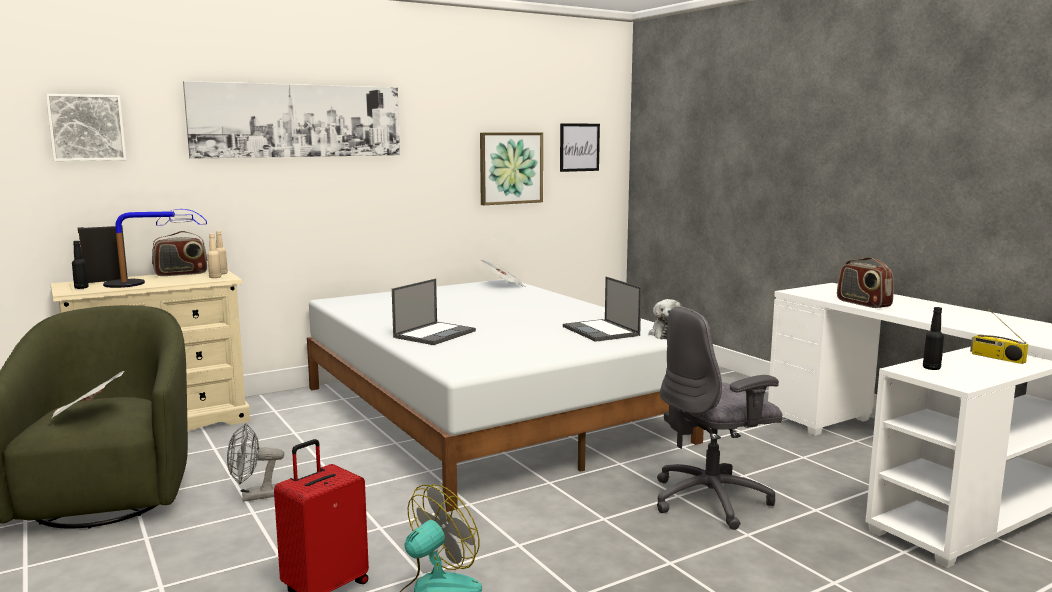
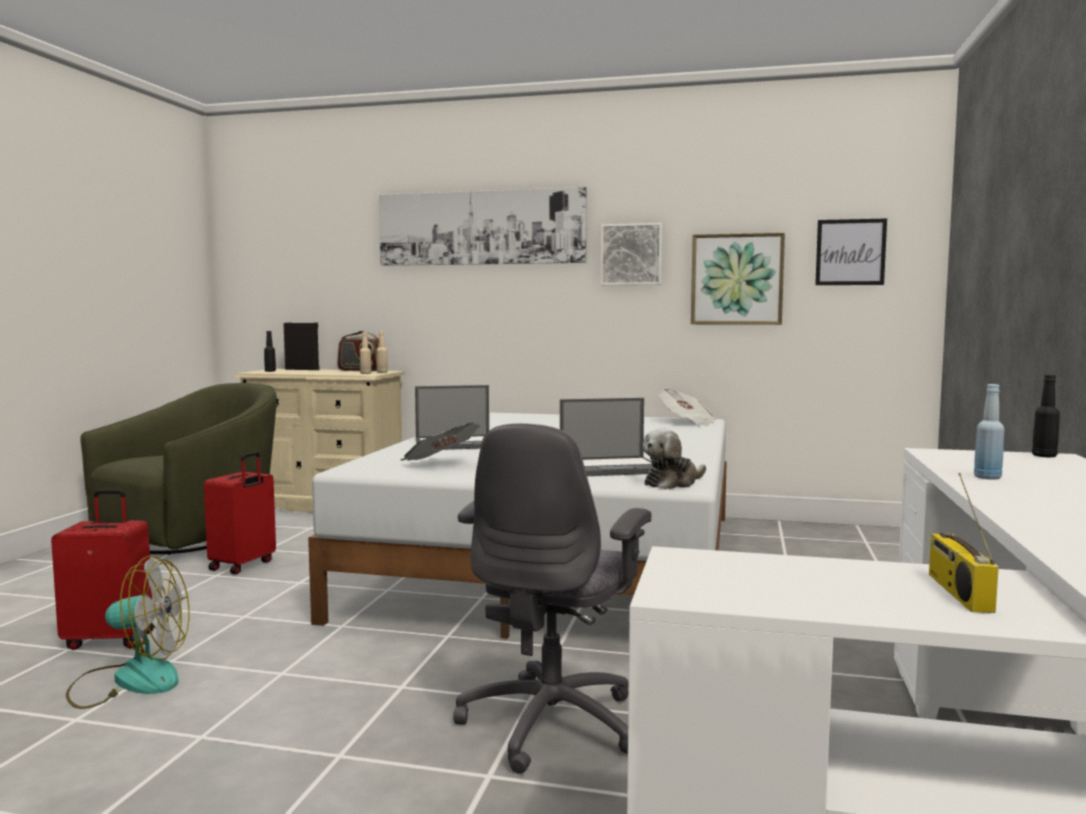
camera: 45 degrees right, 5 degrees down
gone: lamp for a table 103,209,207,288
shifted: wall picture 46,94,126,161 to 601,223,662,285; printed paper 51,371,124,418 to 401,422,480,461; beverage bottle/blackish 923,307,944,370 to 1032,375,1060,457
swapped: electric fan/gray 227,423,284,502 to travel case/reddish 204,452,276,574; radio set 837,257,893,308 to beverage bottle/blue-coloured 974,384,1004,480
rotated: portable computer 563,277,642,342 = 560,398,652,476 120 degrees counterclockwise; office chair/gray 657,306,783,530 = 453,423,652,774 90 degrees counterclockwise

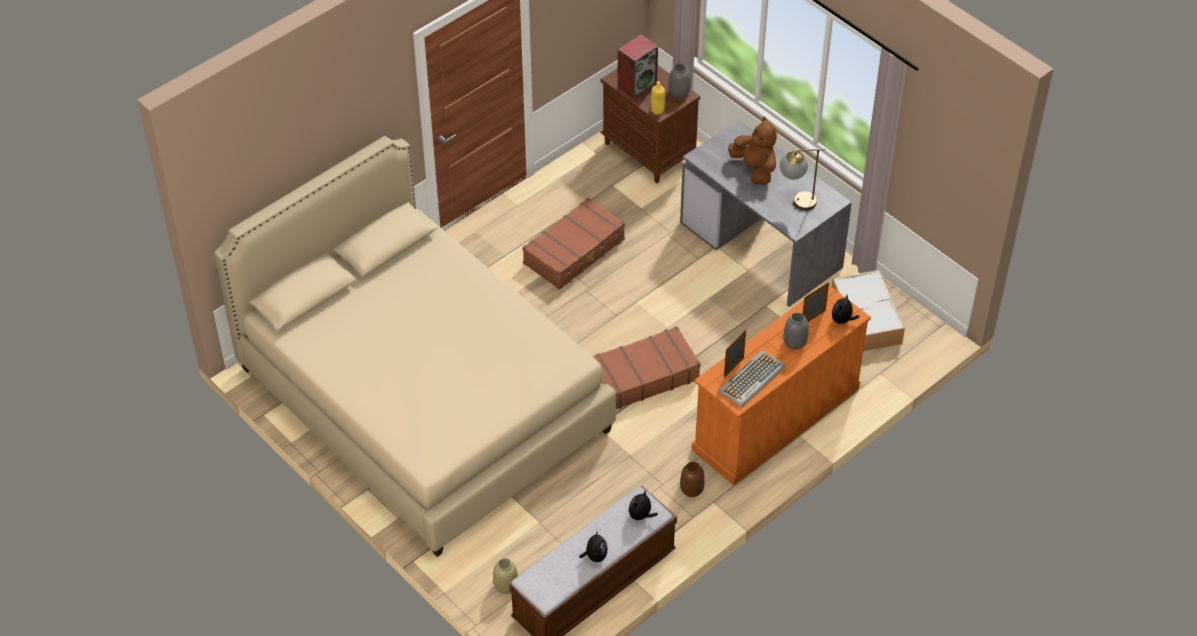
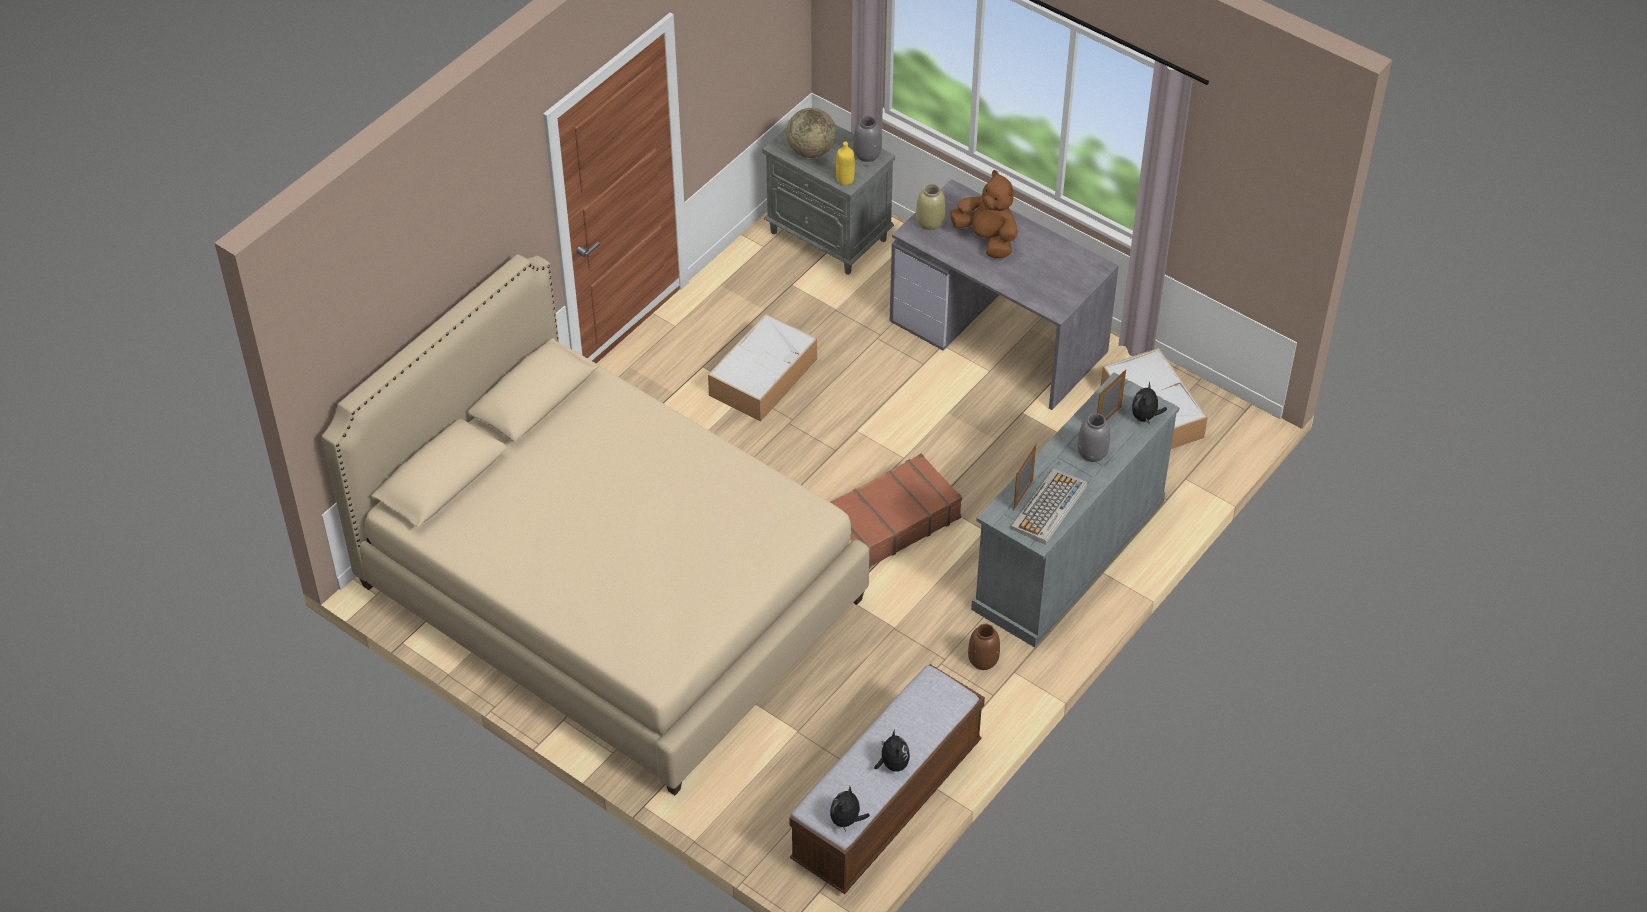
camera: 10 degrees left, 0 degrees up
gone: lamp for a table 780,148,825,210
shifted: decorative vase/beige 493,558,518,594 to 916,184,945,230; soft toy 629,491,658,520 to 830,786,870,831
swapped: travel case/brownish 523,198,625,290 to storage box 708,313,817,422; speaker 617,35,658,99 to desk globe 787,108,836,158
repainted: bedside table/brownish 600,65,700,183 to bedside table/gray 762,124,895,275; drawer chest/orange-coloured 692,285,871,486 to drawer chest/gray 971,372,1180,648

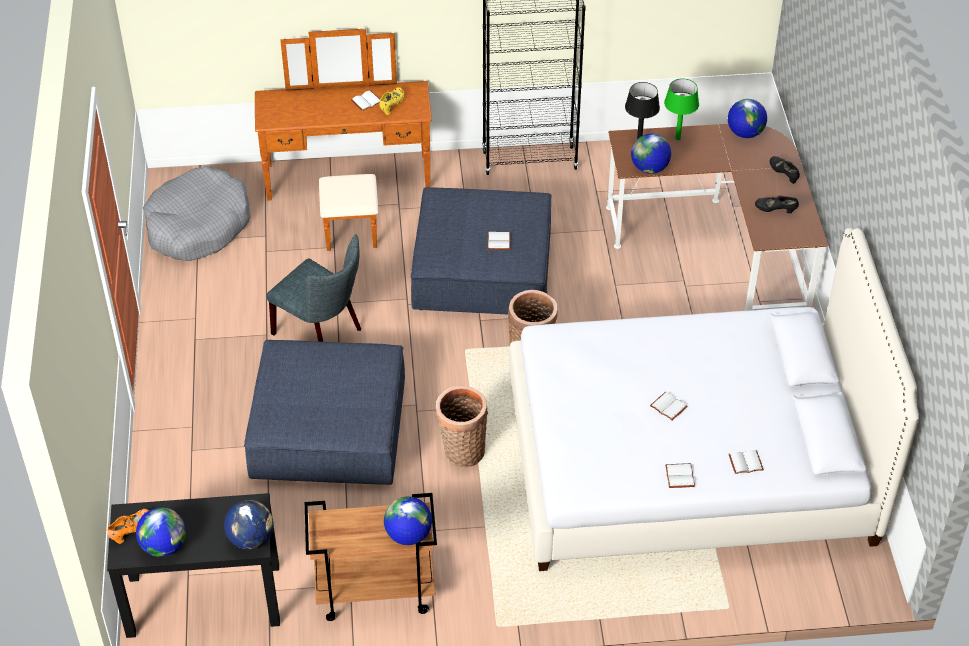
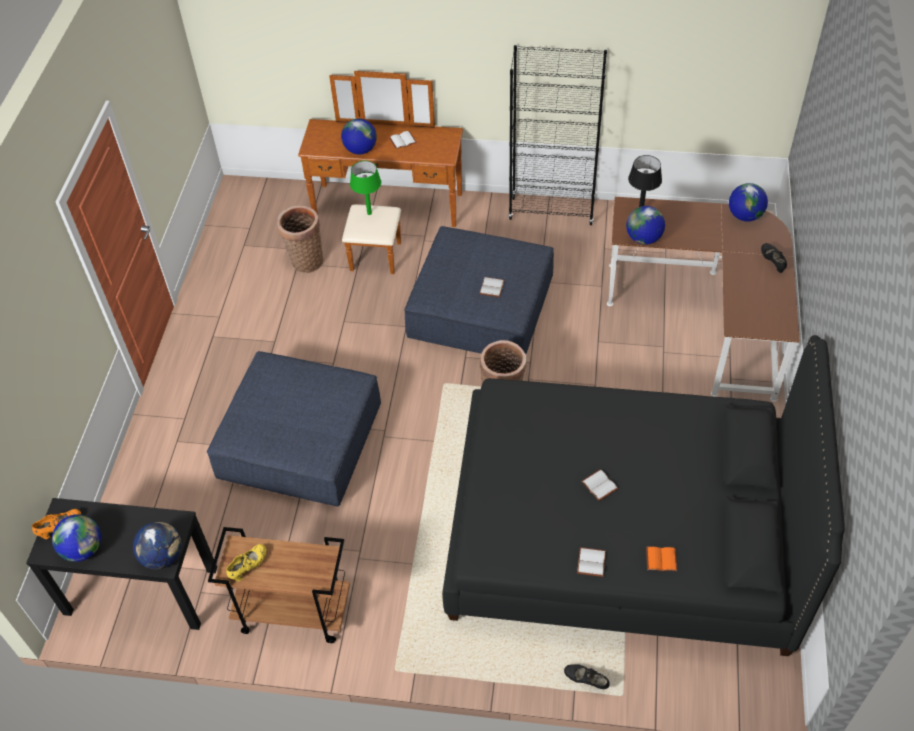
camera: 15 degrees right, 5 degrees up
gone: dog cushion/gray 143,166,251,261; chair/gray 266,234,361,342
shifted: shoe/yellowish 379,87,404,115 to 226,544,266,581; desk globe 384,497,432,545 to 341,118,377,155; household basket 436,386,488,467 to 277,205,323,273; lamp for a table/greenish 664,78,699,140 to 350,161,381,215; shoe/blackish 755,195,799,213 to 564,664,610,689
repainted: bedroom bed/whitish 509,228,919,571 to bedroom bed/blackish 442,335,844,656; volume/whitish 729,450,764,474 to volume/orange-coloured 646,547,677,571

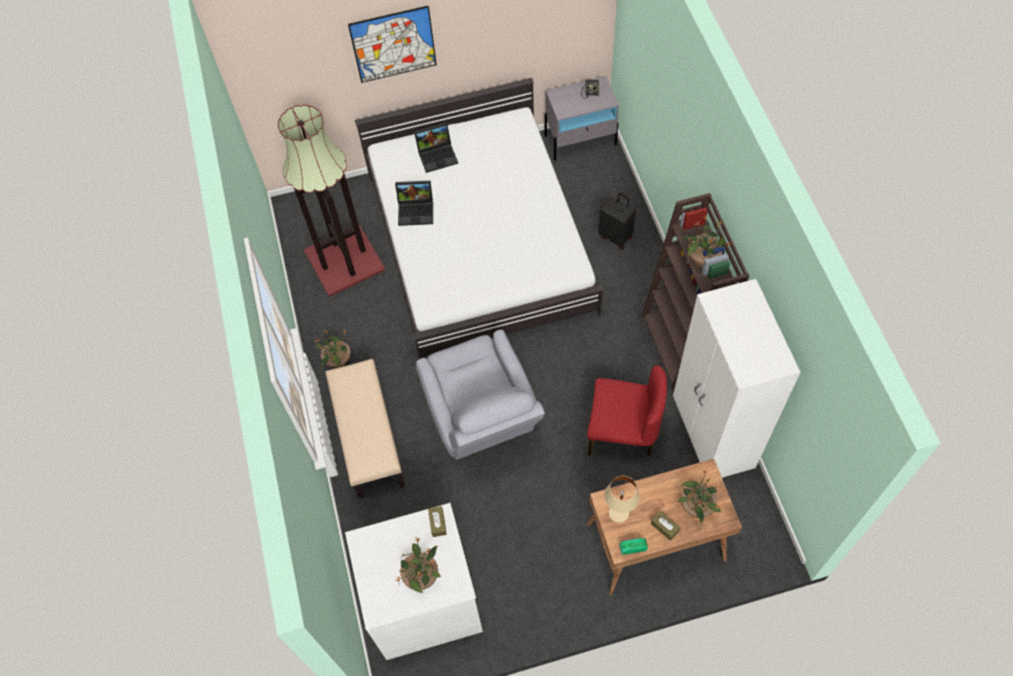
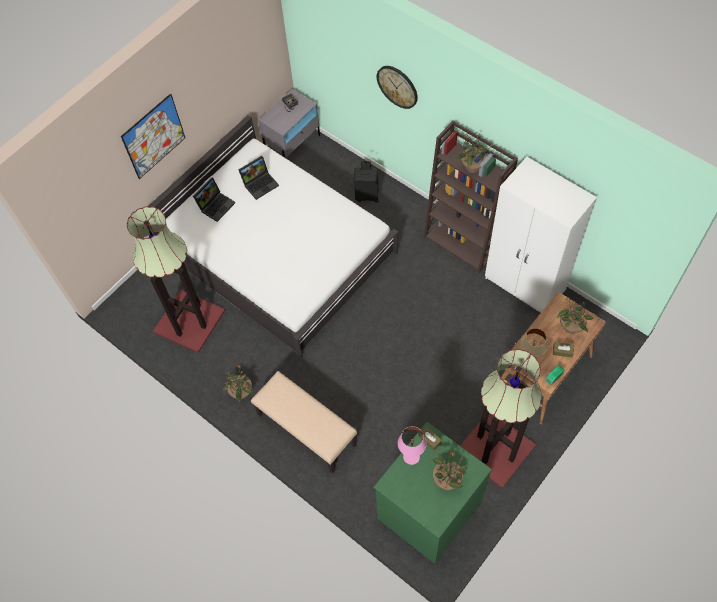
camera: 35 degrees left, 0 degrees up
gone: armchair/gray 416,330,545,460; chair/reddish 587,365,667,456
new: clock on the wall 377,66,418,109; lamp for a table/pinkish 398,426,427,465; floor lamp 461,349,542,488
shifted: portable computer 395,181,433,226 to 239,156,279,200
repainted: drawer chest/whitish 345,503,483,660 to drawer chest/greenish 374,422,492,564

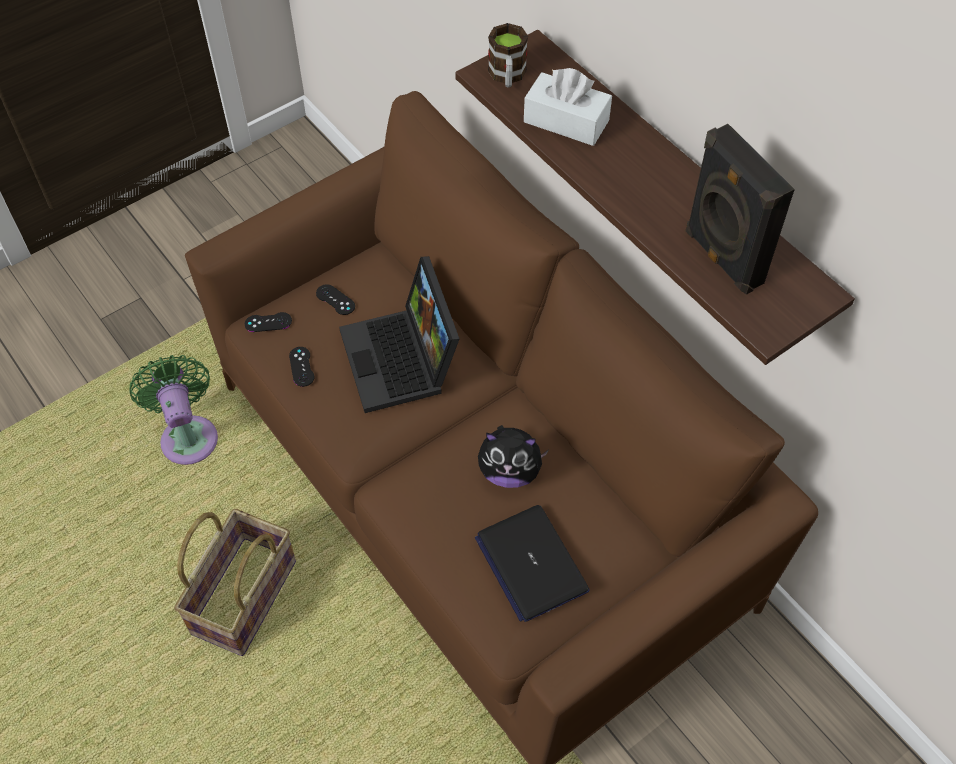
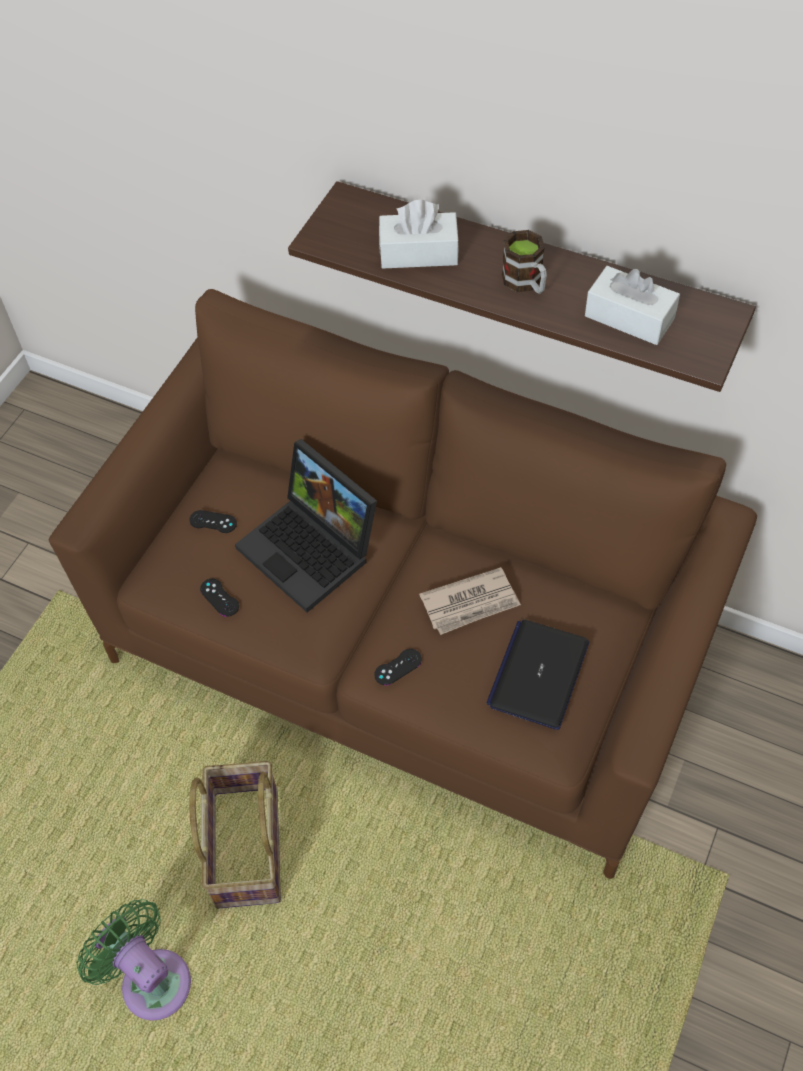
camera: 25 degrees left, 0 degrees up
shifted: electric fan/greenish 129,355,218,465 to 77,899,191,1021; joypad/blackish 245,312,292,332 to 374,649,422,685; tea mug 488,23,528,88 to 502,230,547,294
swapped: soft toy 478,425,549,488 to printed paper 419,567,521,635; speaker/blackish 686,124,795,295 to tissue box/whitish 585,266,680,345
rotated: portable computer 475,505,590,622 = 486,620,589,730 75 degrees clockwise

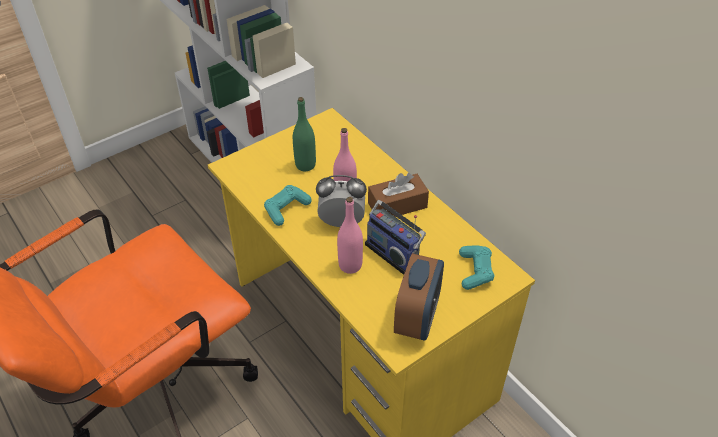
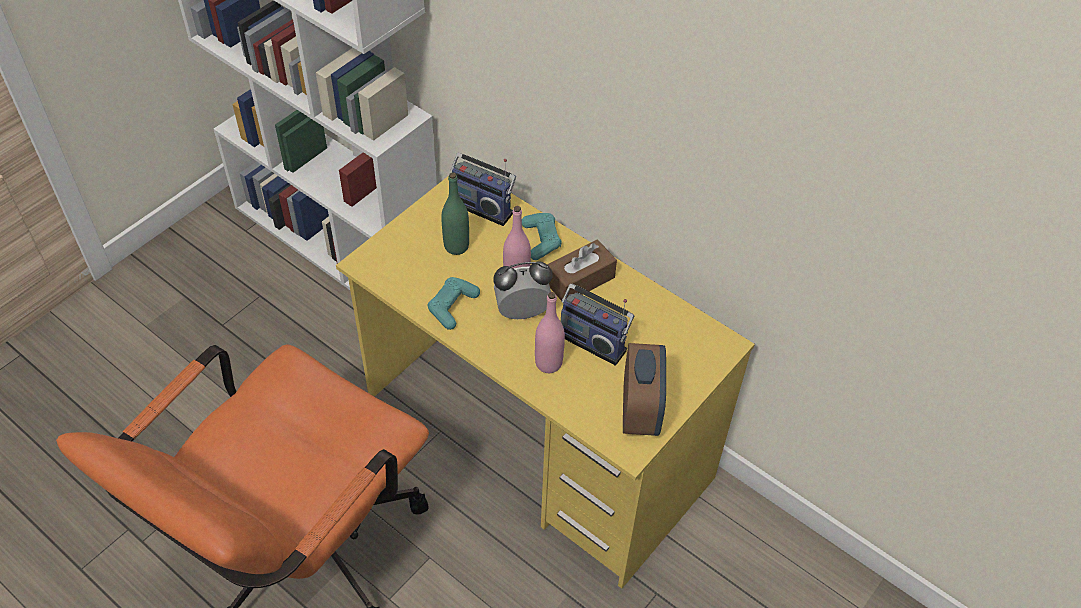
camera: 15 degrees left, 5 degrees up
new: radio set 451,153,516,226
shifted: joypad/blue-green 459,245,494,290 to 522,213,562,260

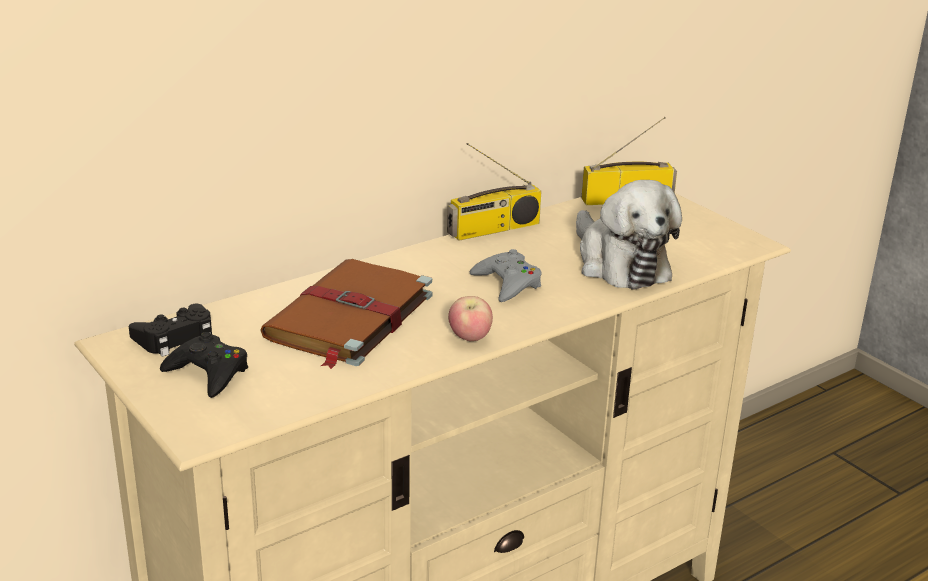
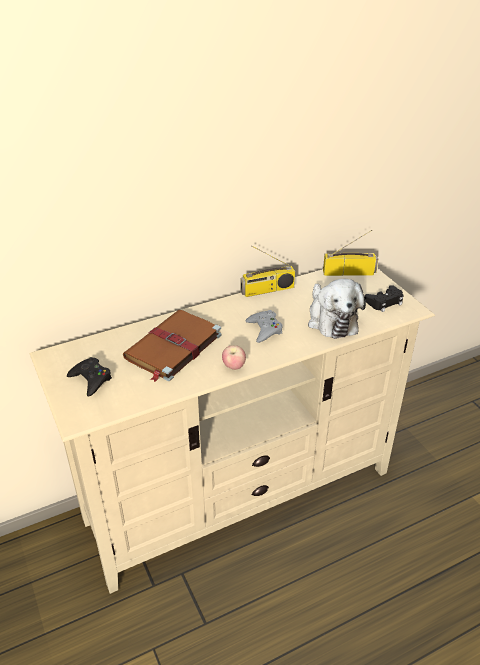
camera: 10 degrees right, 10 degrees up
shifted: joypad/blackish 129,304,212,357 to 364,285,404,312

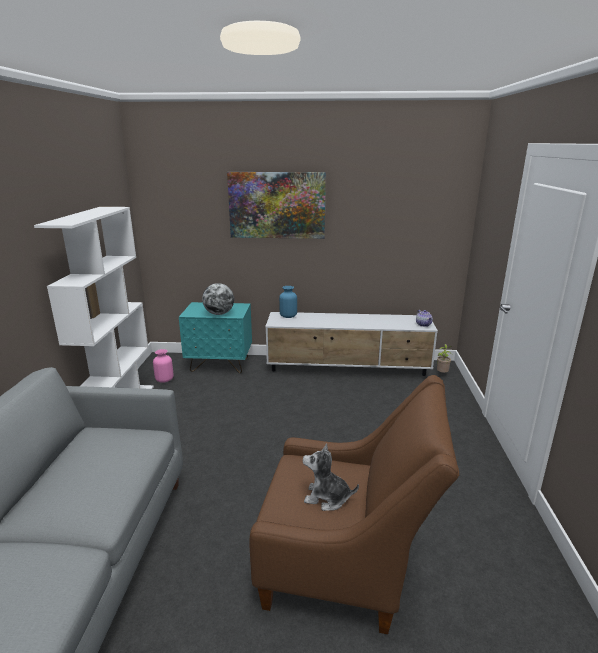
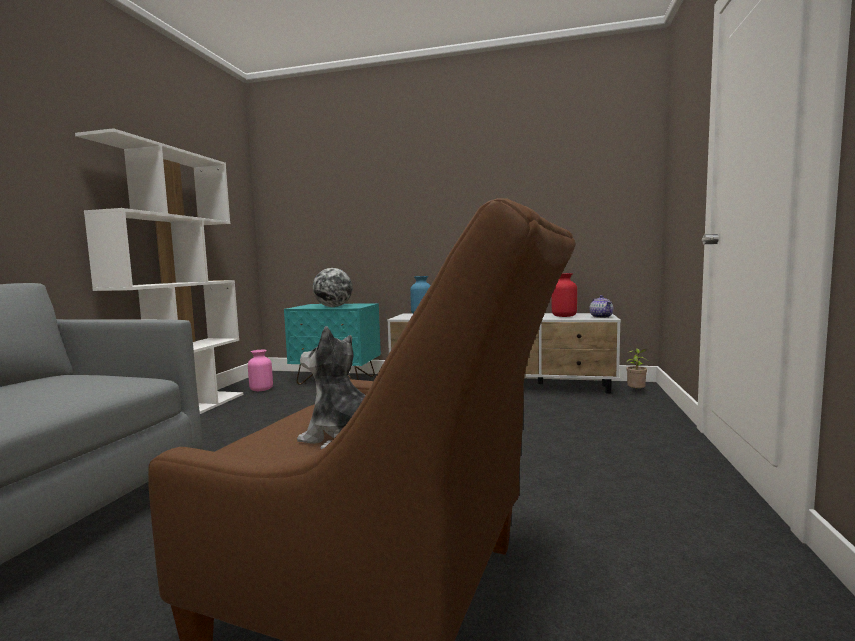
camera: 10 degrees right, 15 degrees down
gone: wall picture 227,172,326,239
new: decorative vase/reddish 552,273,577,317

